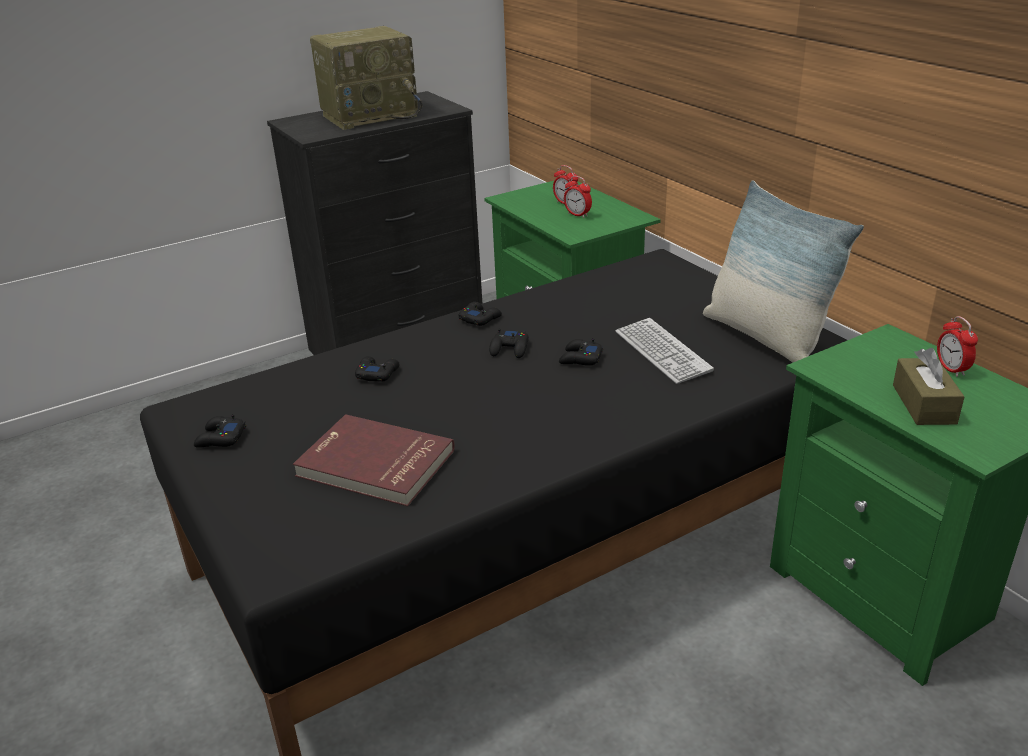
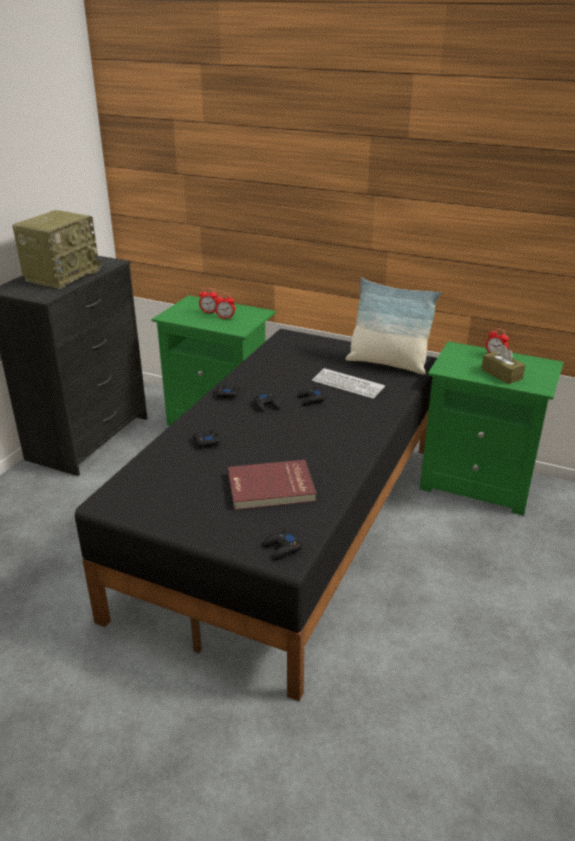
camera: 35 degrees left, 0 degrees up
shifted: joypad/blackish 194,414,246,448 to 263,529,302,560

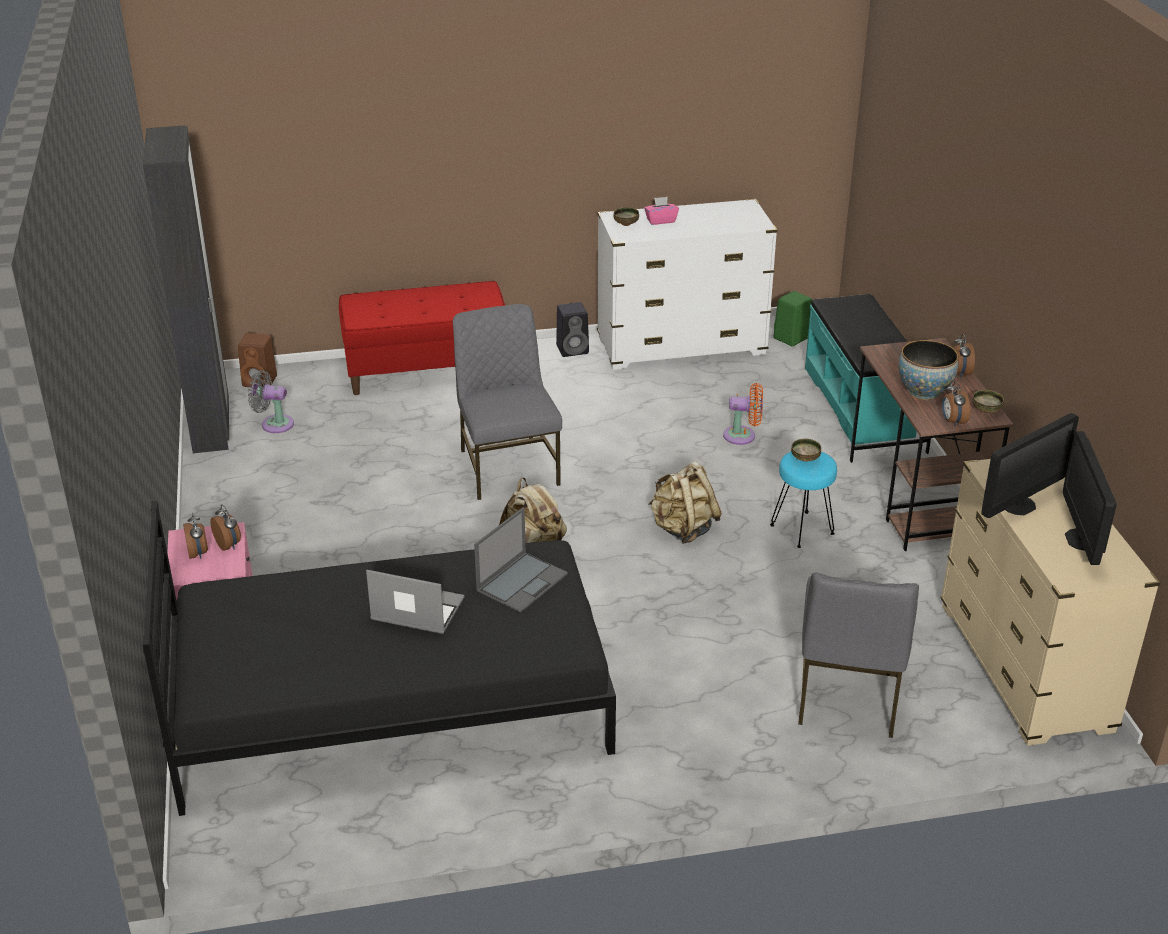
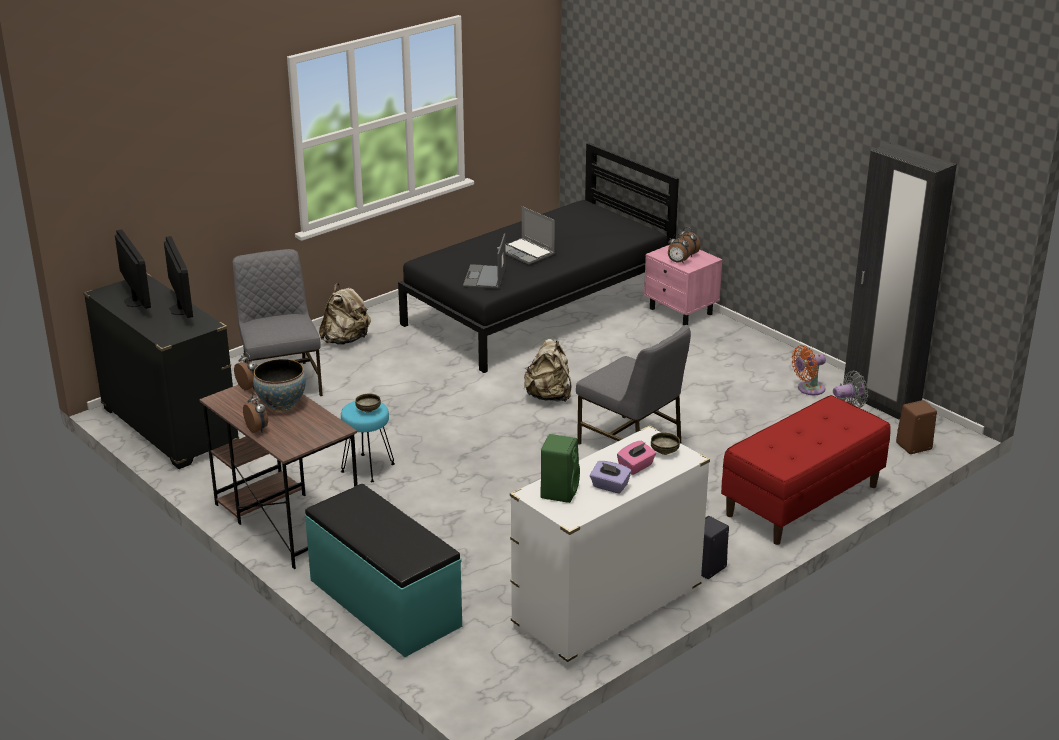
camera: 150 degrees right, 5 degrees down
gone: bowl 972,390,1004,413
new: tissue box/purple 590,461,631,494
shifted: rucksack/beige 648,461,722,544 to 319,283,371,345; electric fan/orange-coloured 723,383,763,445 to 792,345,826,395; speaker/greenish 774,291,812,346 to 540,434,580,503
repainted: drawer chest/beige 941,459,1160,746 to drawer chest/blackish 83,273,239,469
rotated: portable computer 366,570,465,634 = 497,206,555,265 60 degrees clockwise; computer display 981,413,1079,518 = 164,236,193,318 135 degrees clockwise

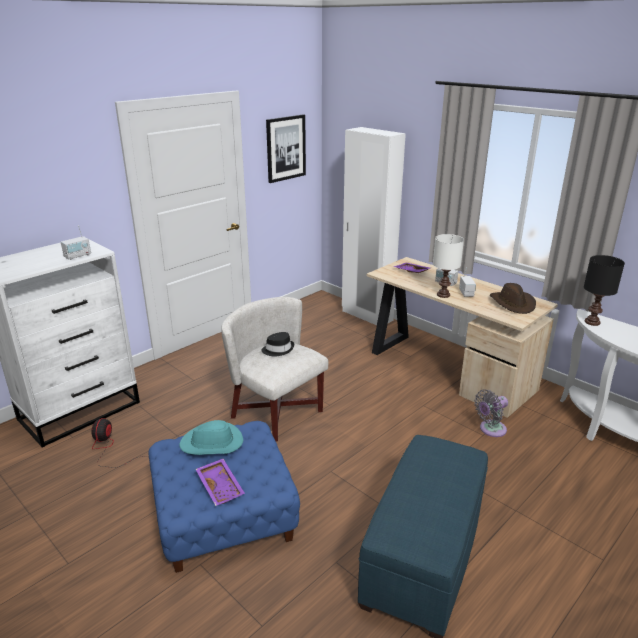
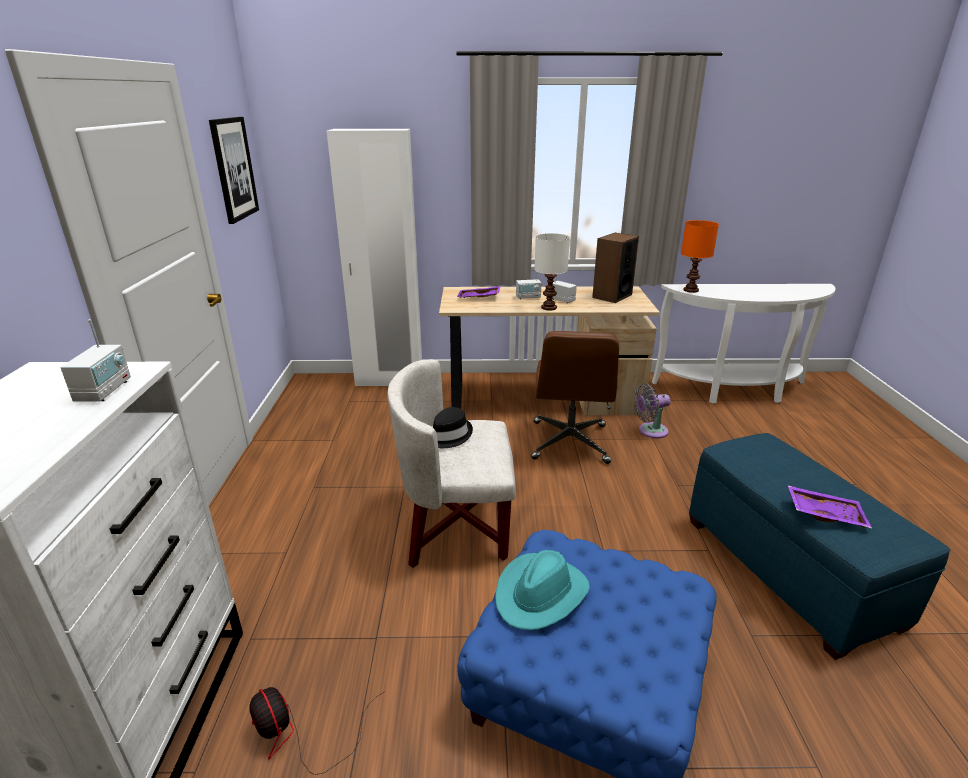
camera: 45 degrees left, 0 degrees up
new: office chair/brownish 531,331,619,464
shifted: tray/purple 195,459,245,506 to 788,485,872,528
swapped: wearable hat/brownish 490,283,536,314 to speaker 592,233,639,303
repainted: lamp for a table/blackish 584,255,625,326 to lamp for a table/orange-coloured 681,220,719,293
rotated: electric fan/gray 474,390,508,437 = 634,383,671,439 60 degrees clockwise

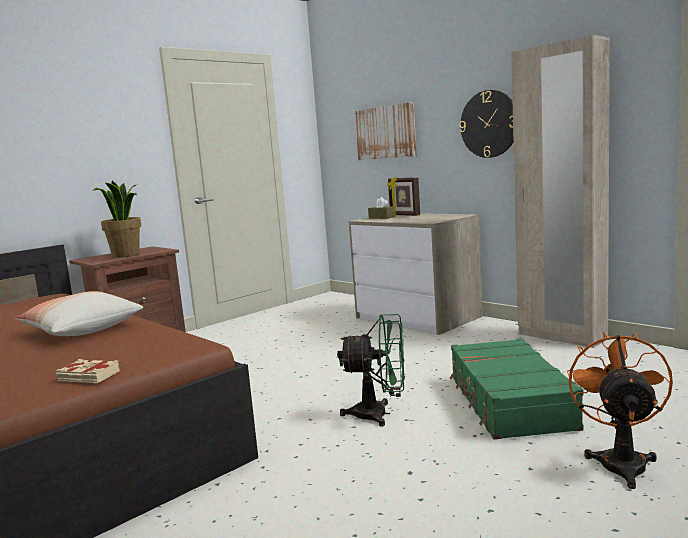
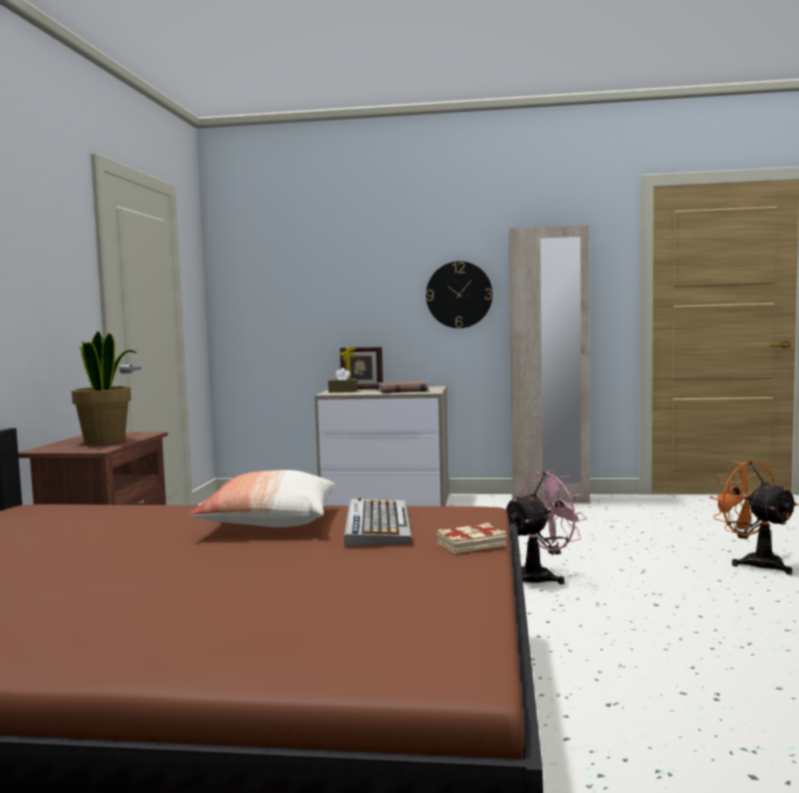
camera: 40 degrees left, 5 degrees down
gone: wall picture 355,102,417,160; travel case/greenish 449,338,584,440
new: computer keyboard 344,498,412,546; volume/brownish 376,381,428,393
repainted: electric fan/greenish 337,314,405,427 to electric fan/pinkish 506,470,587,584

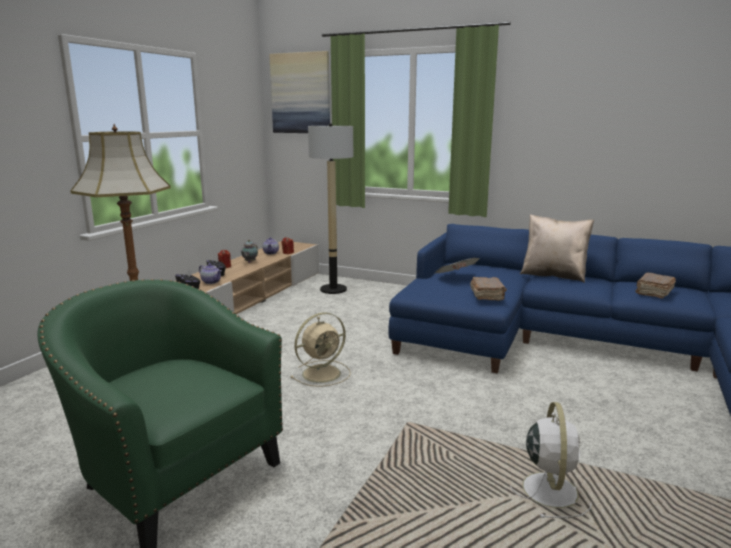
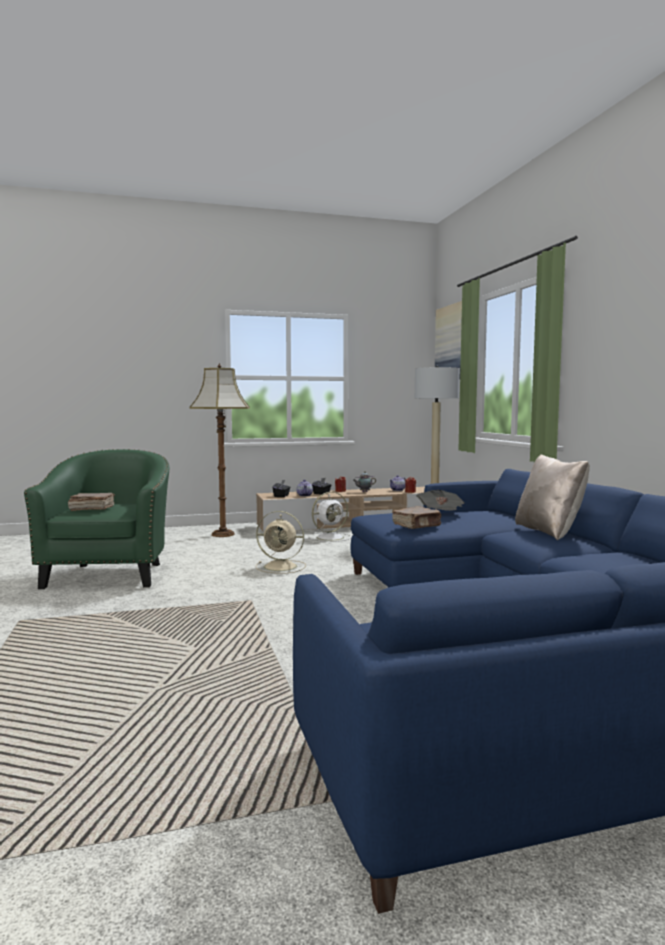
camera: 50 degrees right, 10 degrees down
shifted: electric fan/whitish 510,402,592,518 to 308,492,351,542; volume/brownish 635,273,676,299 to 68,493,115,511

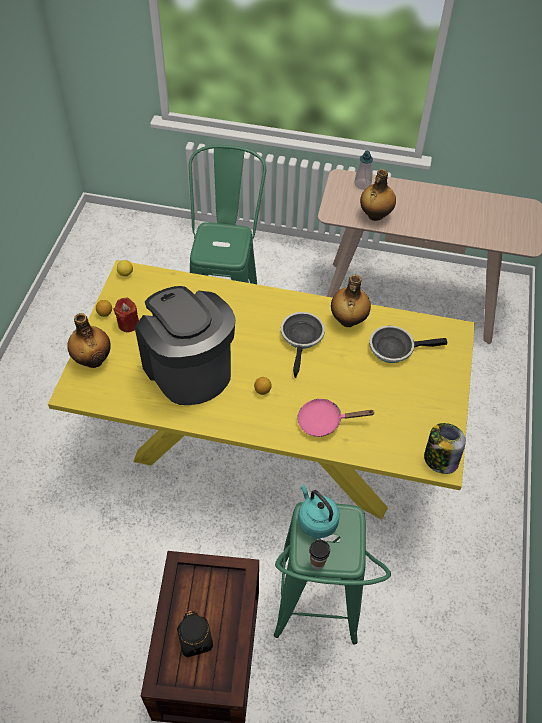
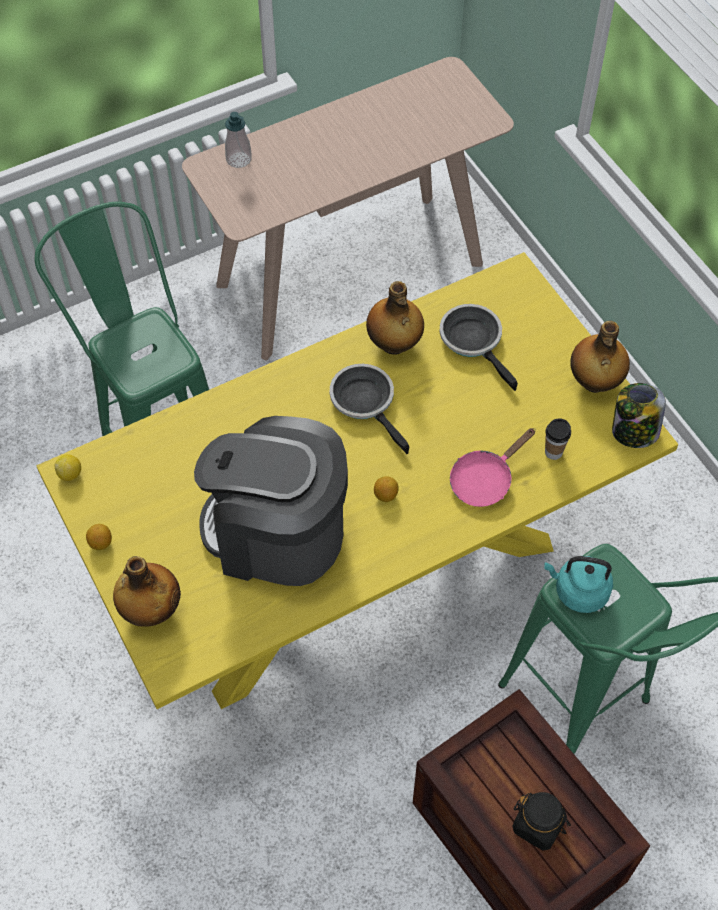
camera: 40 degrees left, 5 degrees up
gone: candle/reddish 114,297,139,332
shifted: drinking cup 309,540,330,570 to 545,418,571,460; beverage bottle 360,169,396,221 to 570,321,630,393
rotated: skillet 369,326,447,363 = 440,304,518,391 105 degrees clockwise

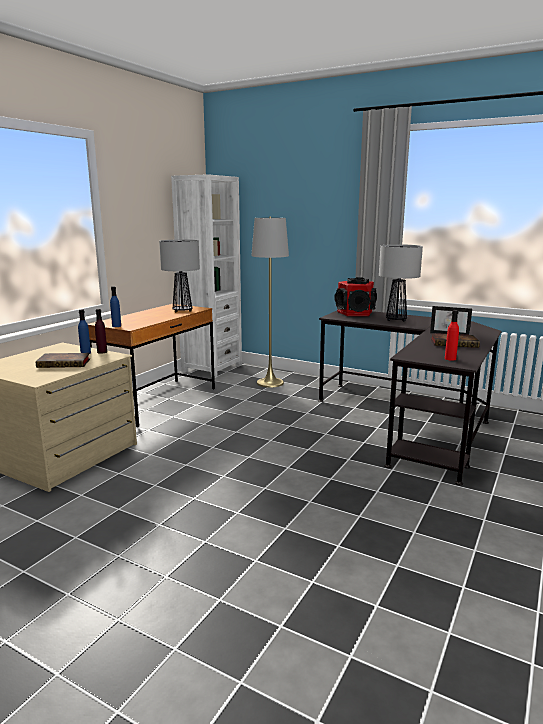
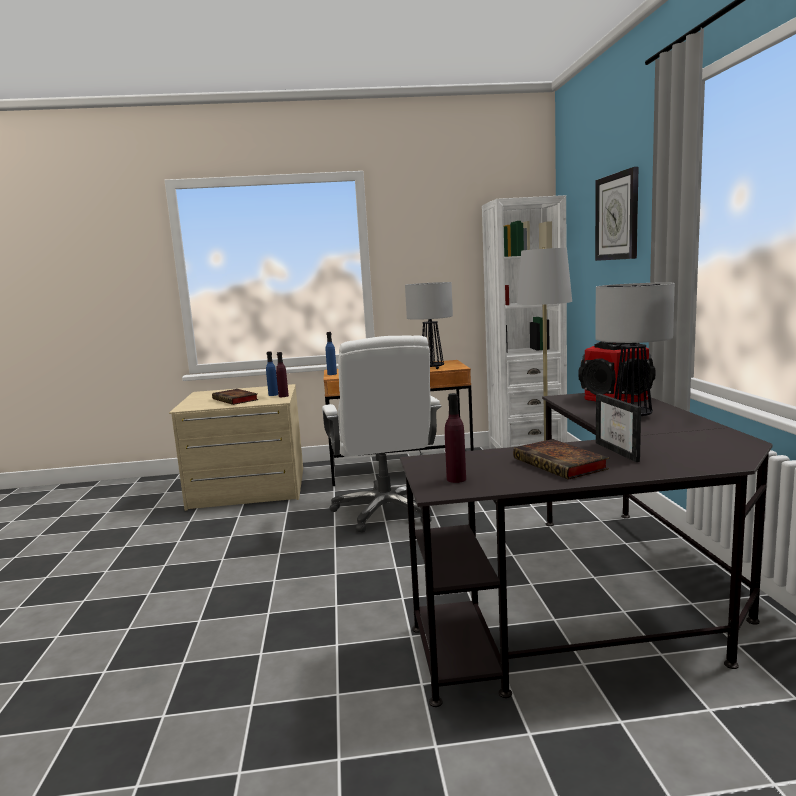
camera: 55 degrees right, 5 degrees down
new: office chair/whitish 322,336,441,533; clock on the wall 595,167,638,261
repainted: beverage bottle/reddish 445,310,459,361 to beverage bottle/purple 445,393,466,483

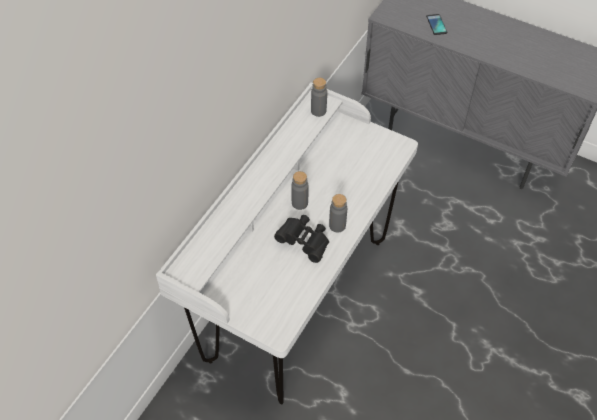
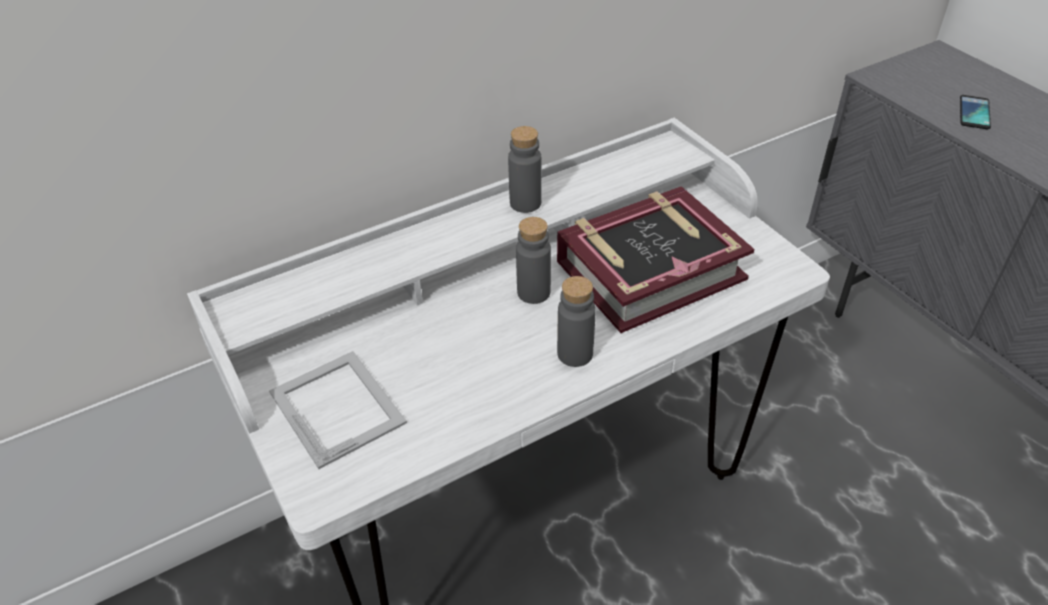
camera: 30 degrees right, 10 degrees down
gone: pair of binoculars/blackish 274,215,329,263
new: picture frame 269,351,407,469; volume 557,186,754,333
shifted: beverage bottle/gray 311,78,327,117 to 508,126,542,213

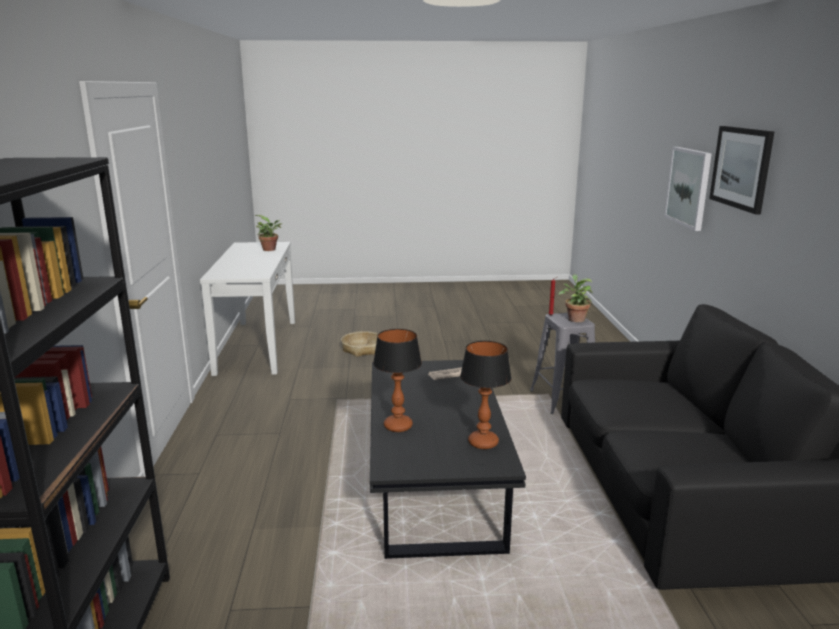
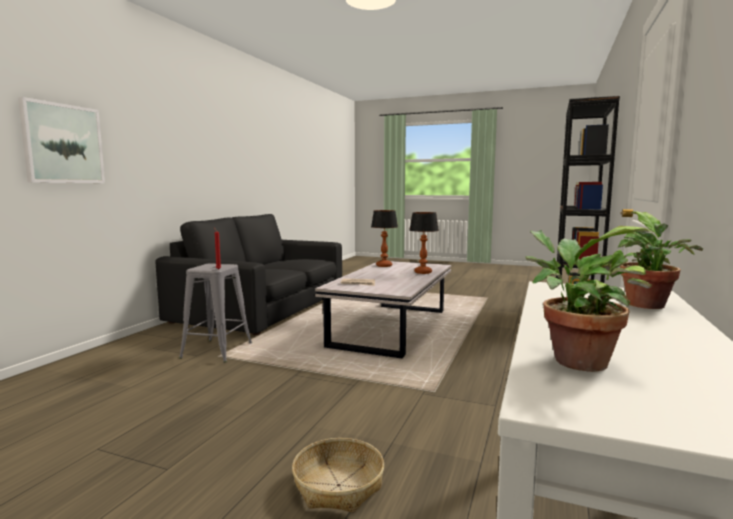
camera: 155 degrees left, 10 degrees down
gone: wall picture 709,126,774,214
shifted: houseplant 558,274,592,322 to 618,211,703,309
repainted: low table/blackish 370,360,526,559 to low table/whitish 315,261,451,358

